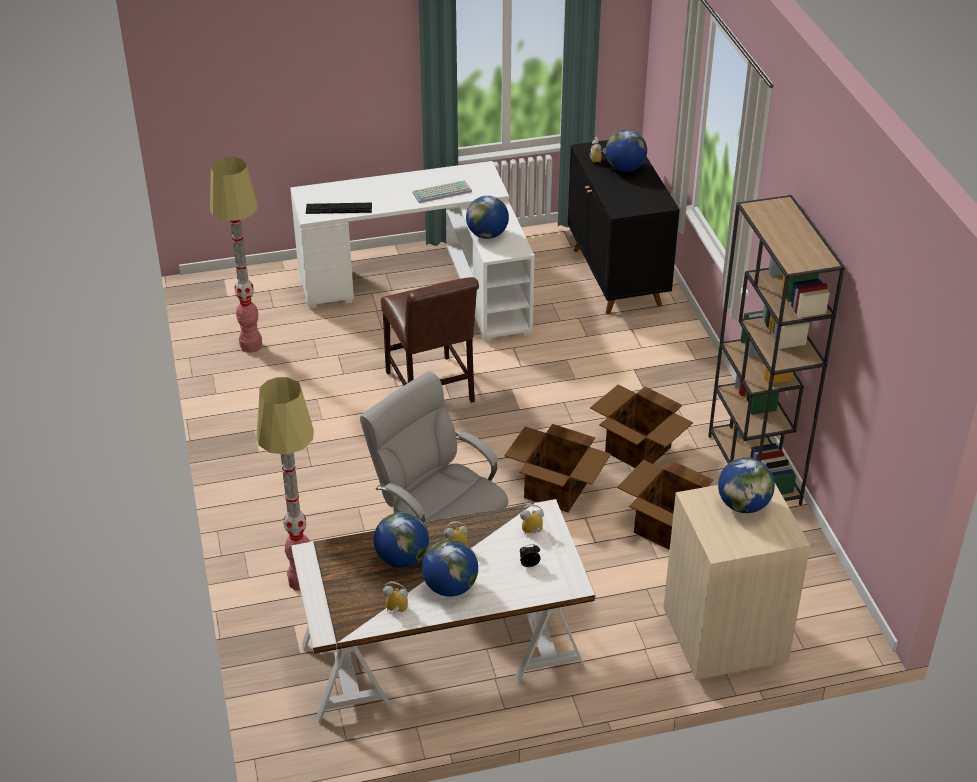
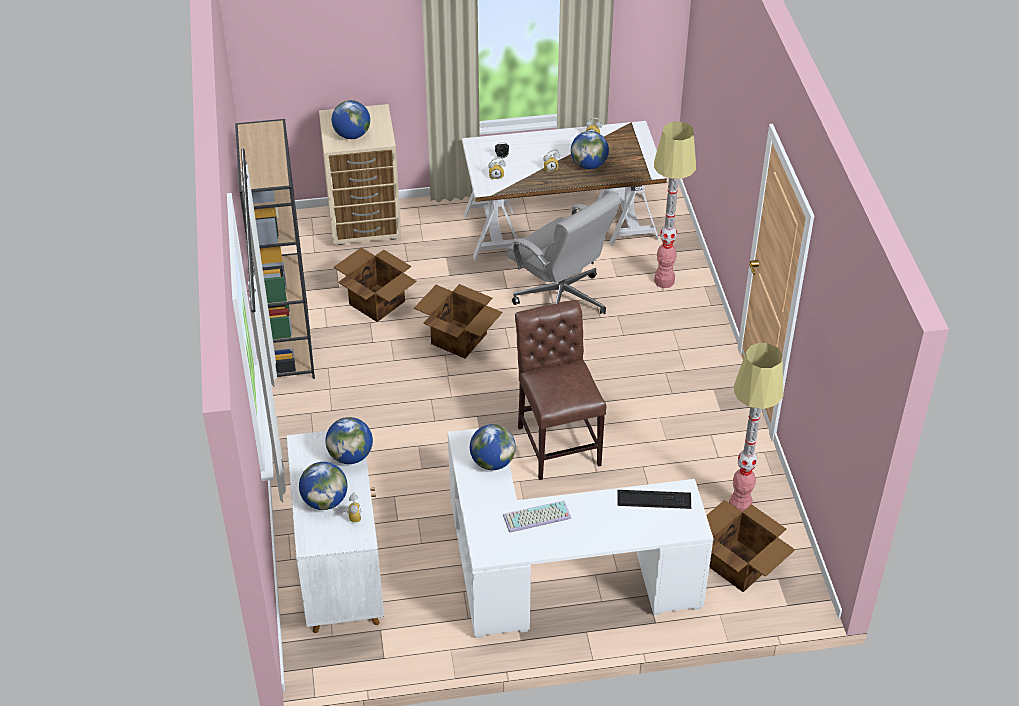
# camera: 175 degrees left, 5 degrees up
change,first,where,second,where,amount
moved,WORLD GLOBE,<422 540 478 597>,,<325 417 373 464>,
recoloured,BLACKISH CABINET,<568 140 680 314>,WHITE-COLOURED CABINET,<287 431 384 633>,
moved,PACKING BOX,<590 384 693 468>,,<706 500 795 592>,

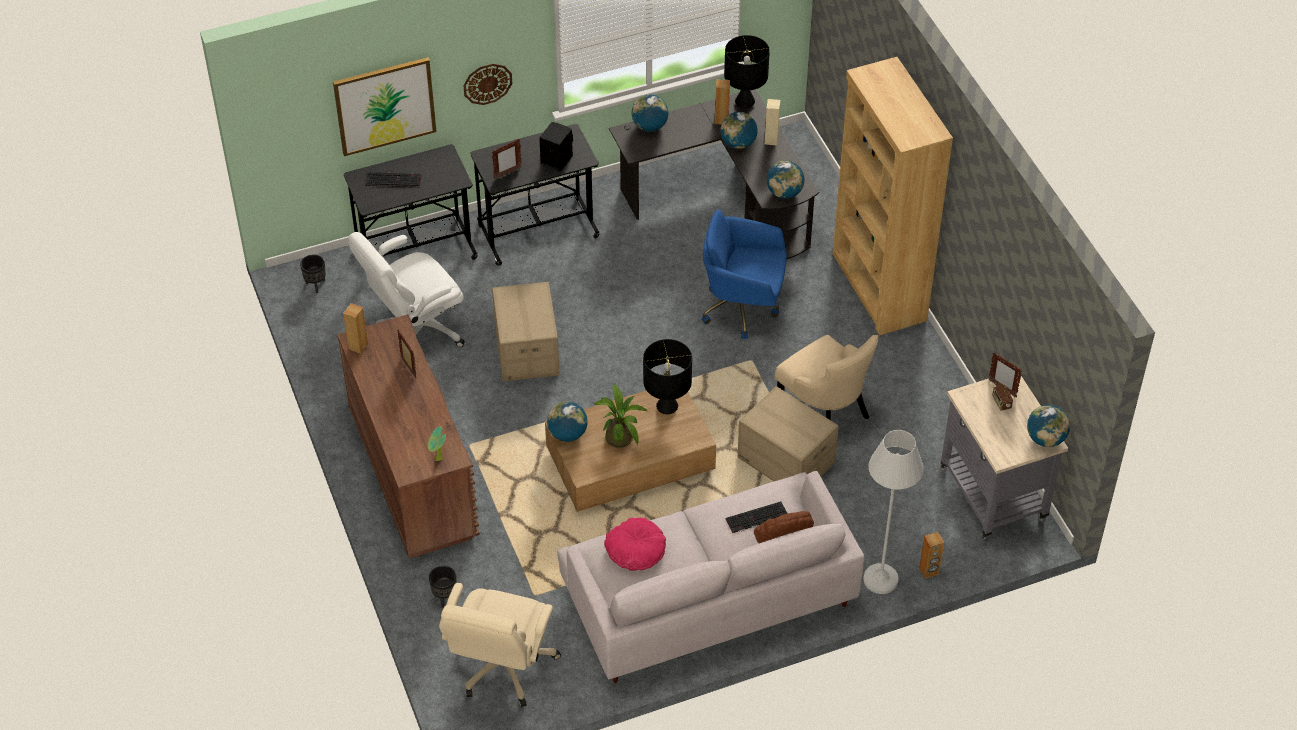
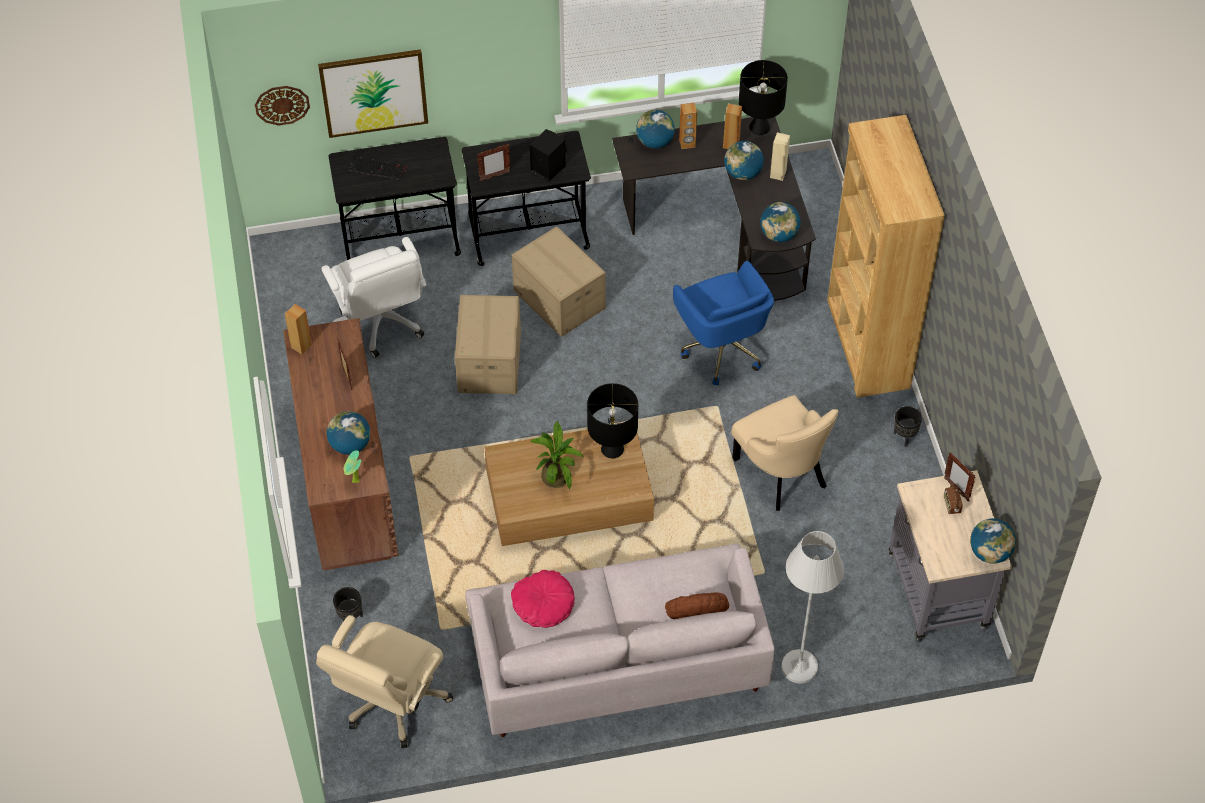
# camera: 10 degrees right, 5 degrees up
change,first,where,second,where,amount
moved,BLACKISH FLOWER POT,<300 255 326 293>,,<894 406 922 446>,
turned,WHITE-COLOURED COMPUTER CHAIR,<348 232 464 347>,,<322 237 426 358>,90 degrees counterclockwise
moved,CLOCK ON THE WALL,<463 64 512 105>,,<255 86 310 126>,
moved,WORLD GLOBE,<547 401 588 442>,,<327 411 370 455>,
turned,BLUE-COLOURED COMPUTER CHAIR,<702 210 787 339>,,<673 261 774 386>,135 degrees counterclockwise
removed,COMPUTER KEYBOARD,<725 501 788 533>,,,
moved,PACKING BOX,<738 386 839 481>,,<512 226 606 337>,
moved,BROWN SPEAKER,<919 532 944 579>,,<679 103 697 149>,

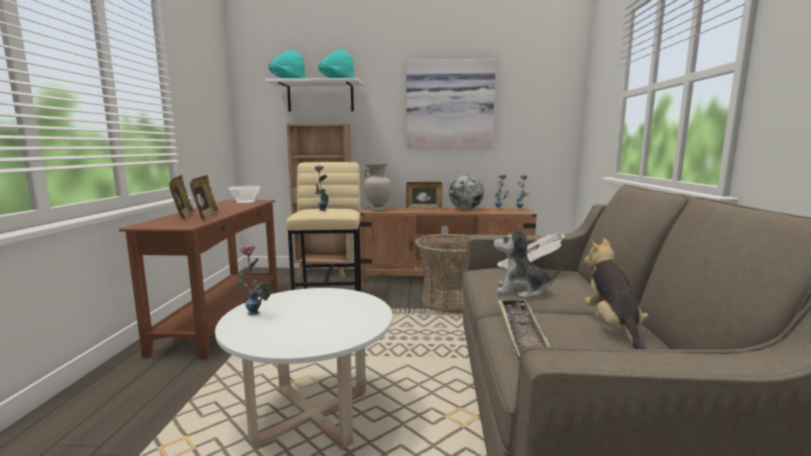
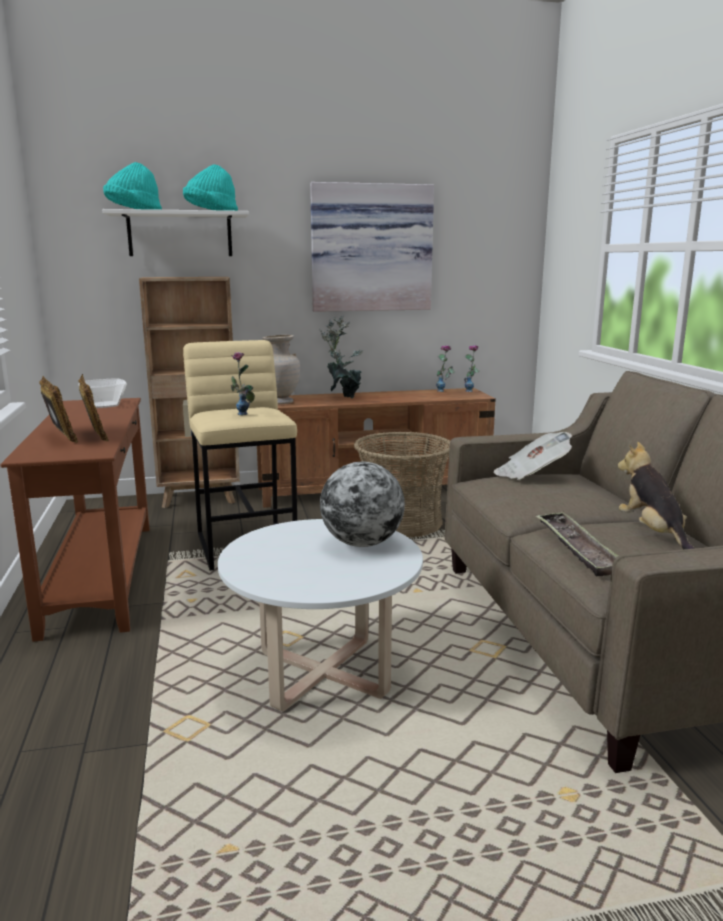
# camera: 15 degrees left, 5 degrees up
change,first,where,second,where,amount
removed,FLOWER VASE,<237 245 271 316>,,,
replaced,PICTURE FRAME,<406 182 442 210>,PLANT IN A POT,<319 315 364 398>,
moved,WORLD GLOBE,<449 175 484 210>,,<320 462 405 547>,
removed,PLUSH TOY,<494 225 561 298>,,,

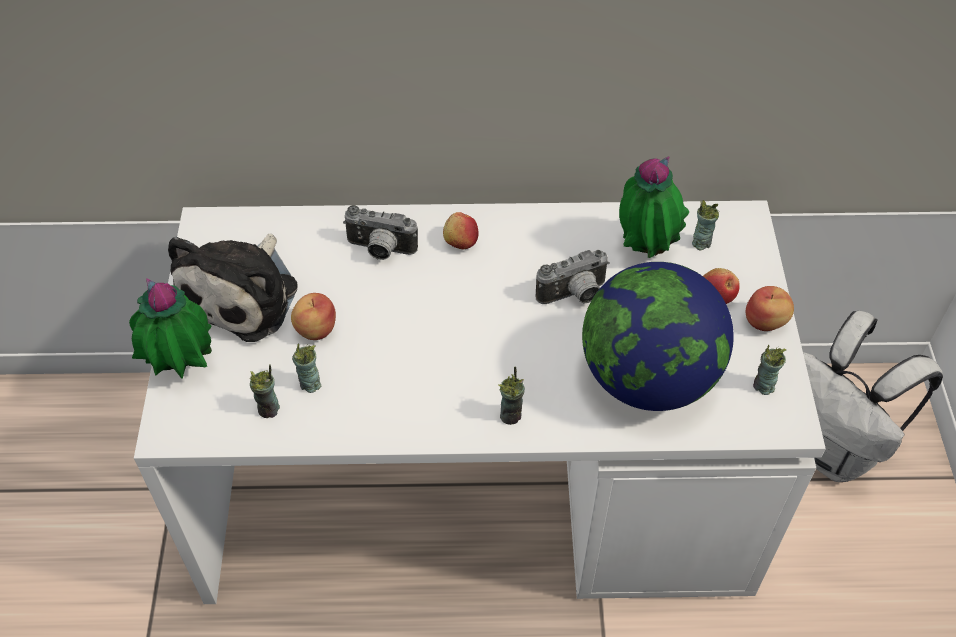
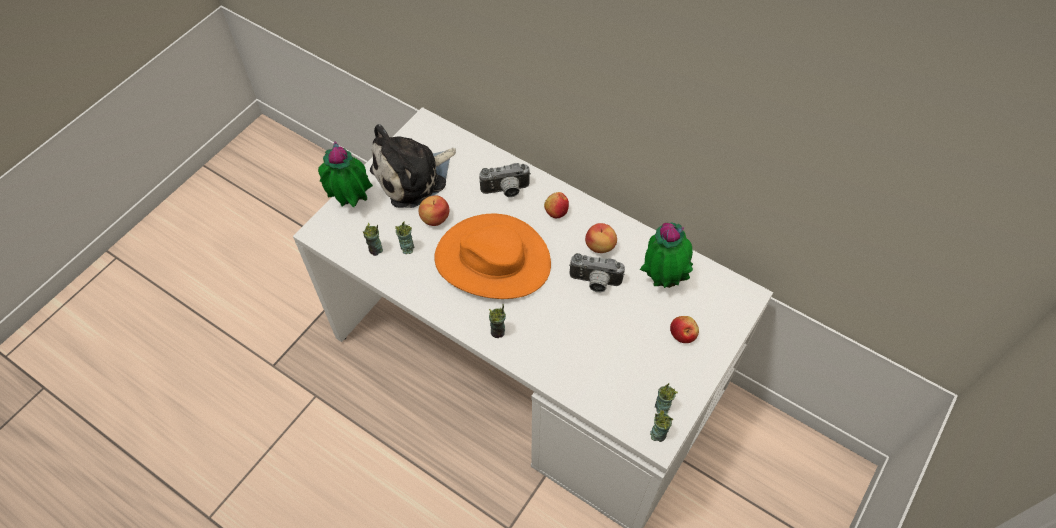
# camera: 35 degrees right, 5 degrees up
change,first,where,second,where,amount
turned,PHOTO CAMERA,<343 205 418 260>,,<479 163 531 198>,60 degrees counterclockwise
removed,WORLD GLOBE,<582 262 734 411>,,,
moved,CUP,<692 200 719 250>,,<650 410 673 442>,
moved,WHOLE APPLE,<746 286 794 331>,,<585 223 617 253>,
removed,WHITE-COLOURED BACKPACK,<803 311 943 482>,,,
added,,,ORANGE WEARABLE HAT,<434 214 551 299>,

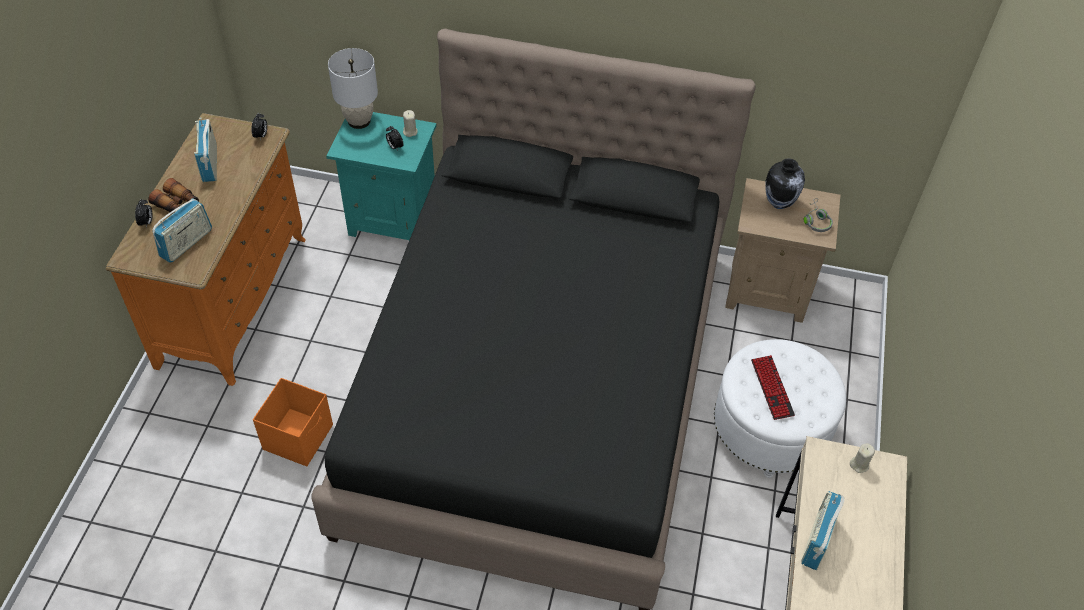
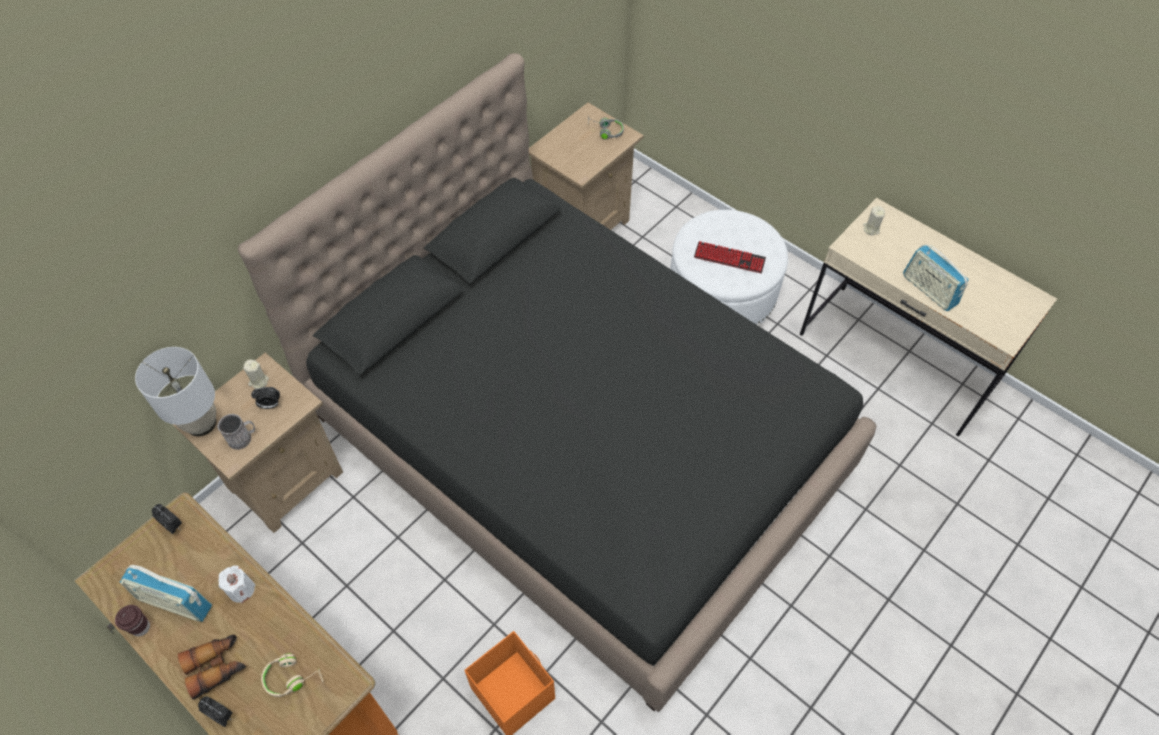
# camera: 60 degrees left, 5 degrees up
change,first,where,second,where,amount
replaced,RADIO,<152 198 212 263>,BEIGE HEADSET,<261 653 323 697>,
recoloured,BLUE-GREEN NIGHTSTAND,<326 112 437 240>,BEIGE NIGHTSTAND,<173 353 343 533>,
removed,FLOWER VASE,<766 158 805 209>,,,
added,,,BROWN CUP,<115 605 150 636>,
added,,,GREY COFFEE MUG,<217 414 255 450>,
added,,,WHITE-COLOURED WAX LIGHT,<218 565 255 603>,

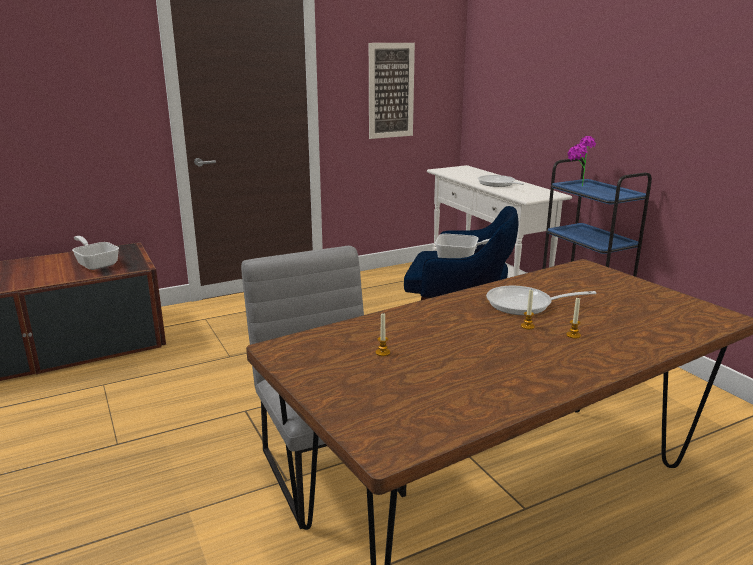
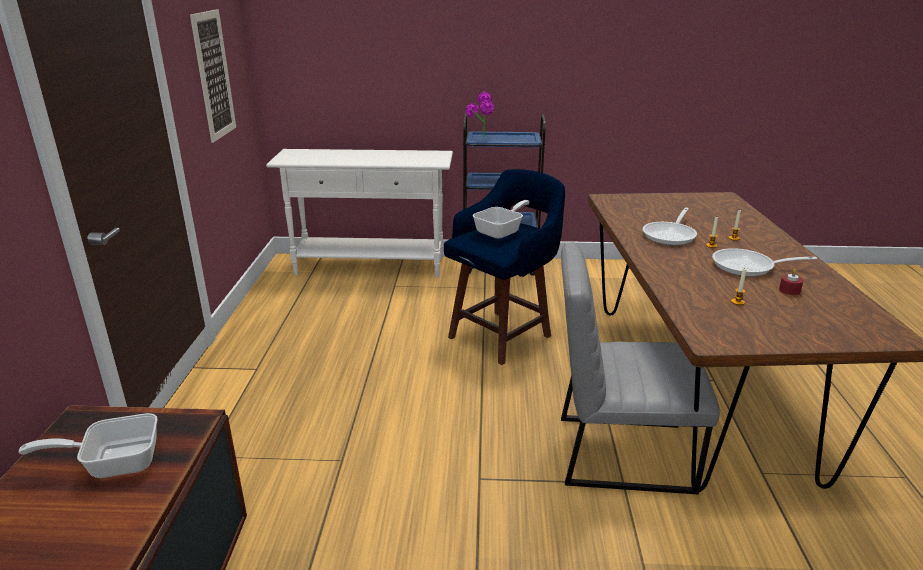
# camera: 60 degrees left, 5 degrees up
change,first,where,second,where,amount
moved,PAN,<478 175 524 187>,,<712 248 817 277>,
added,,,RED-COLOURED WAX LIGHT,<779 269 803 295>,

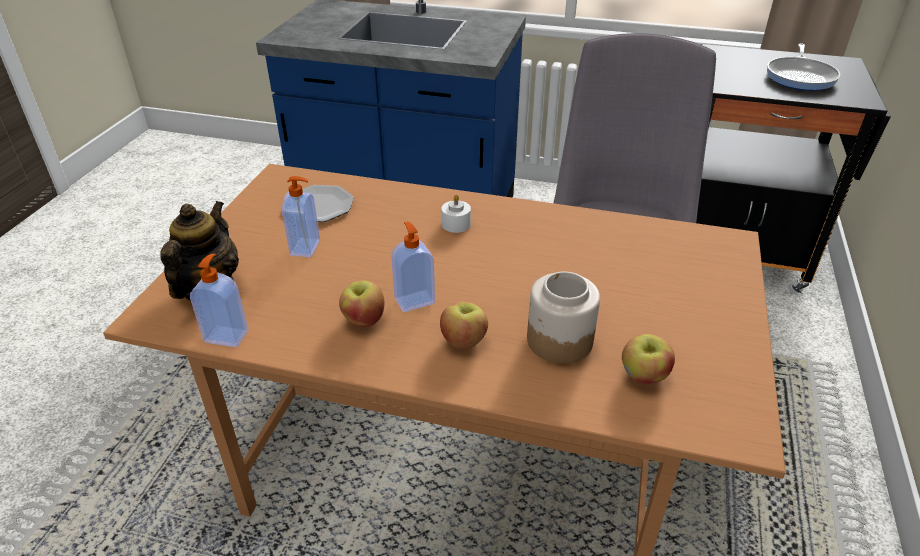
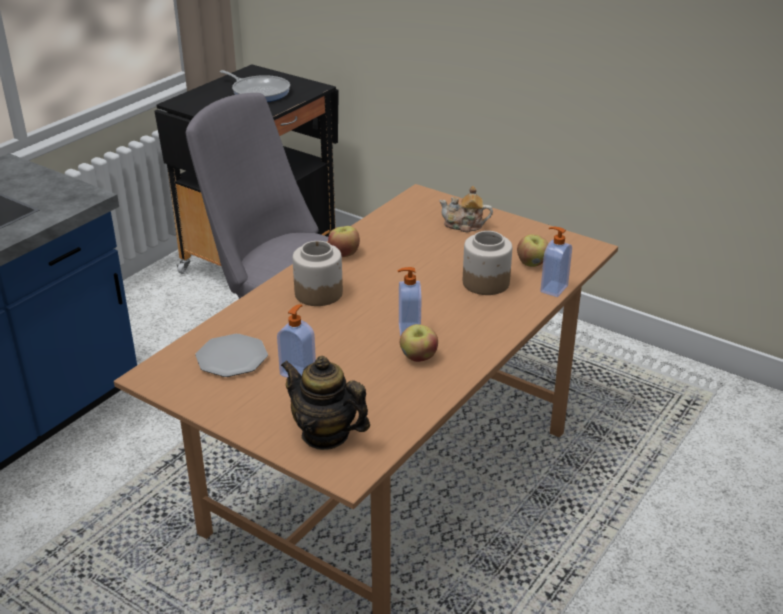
# camera: 70 degrees left, 5 degrees down
change,first,where,second,where,amount
moved,SOAP DISPENSER,<190 254 248 347>,,<540 227 572 297>,
moved,WHOLE APPLE,<440 302 488 349>,,<328 226 360 257>,
replaced,WHITE-COLOURED WAX LIGHT,<442 194 471 233>,JAR,<293 241 343 306>,
added,,,TEA POT,<439 186 493 232>,

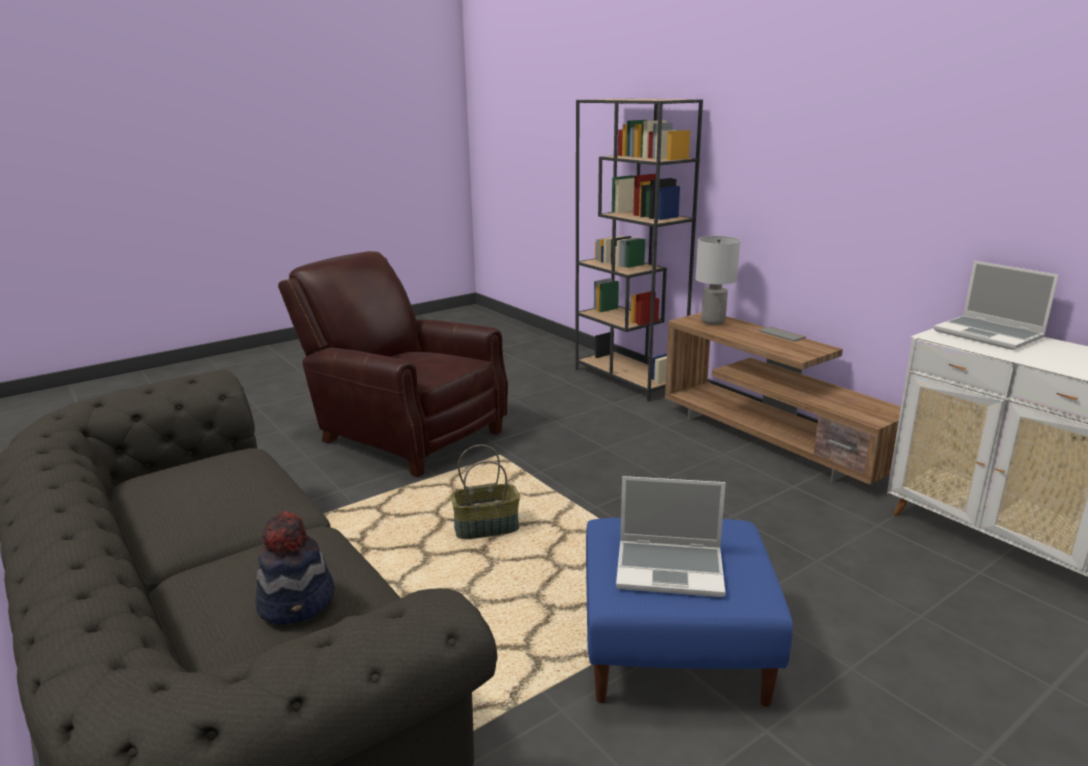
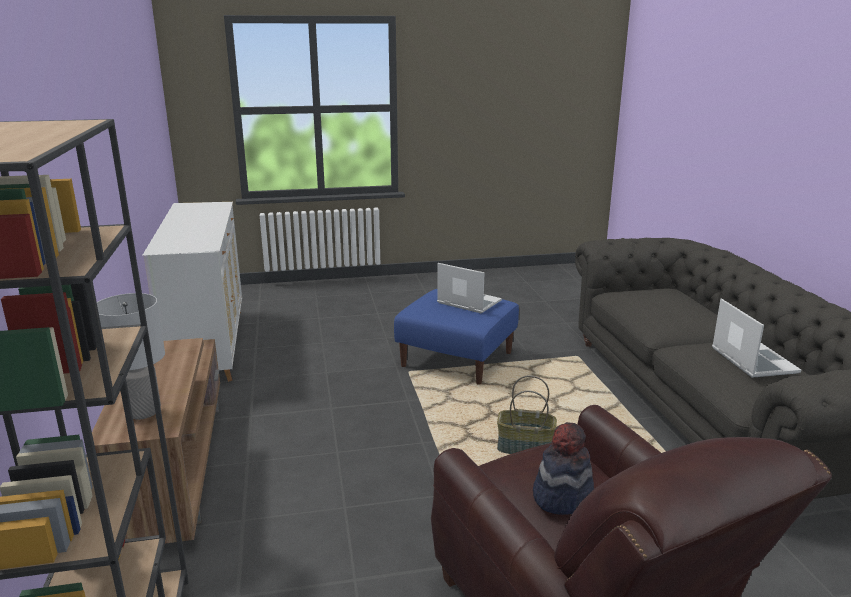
# camera: 155 degrees left, 0 degrees up
change,first,where,second,where,amount
moved,WEARABLE HAT,<256 511 334 625>,,<533 422 594 515>,
moved,NOTEBOOK COMPUTER,<933 261 1059 350>,,<712 298 801 378>,

